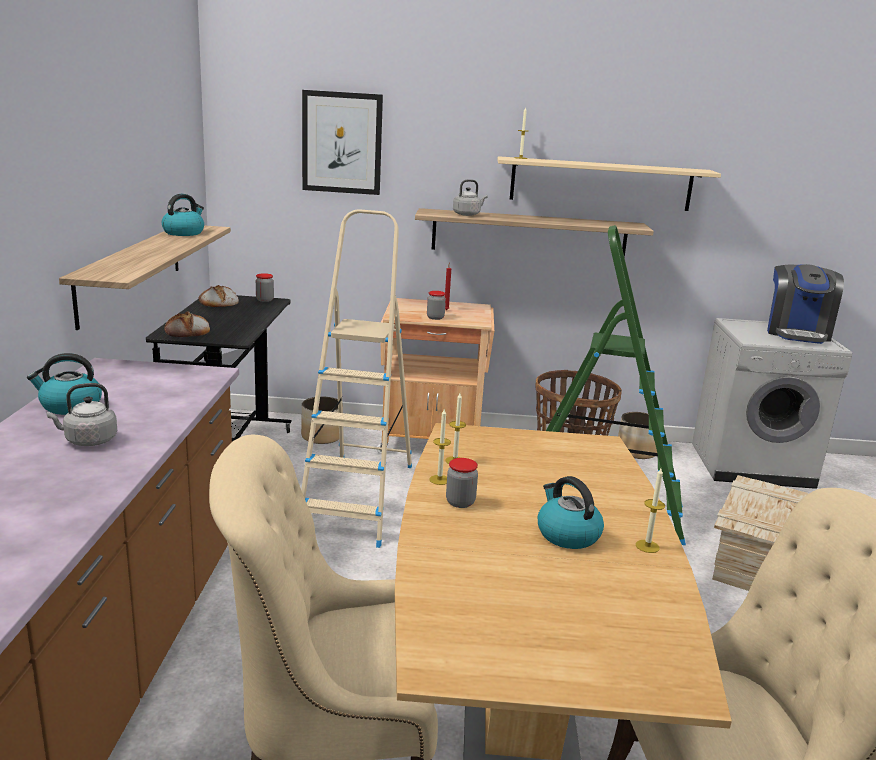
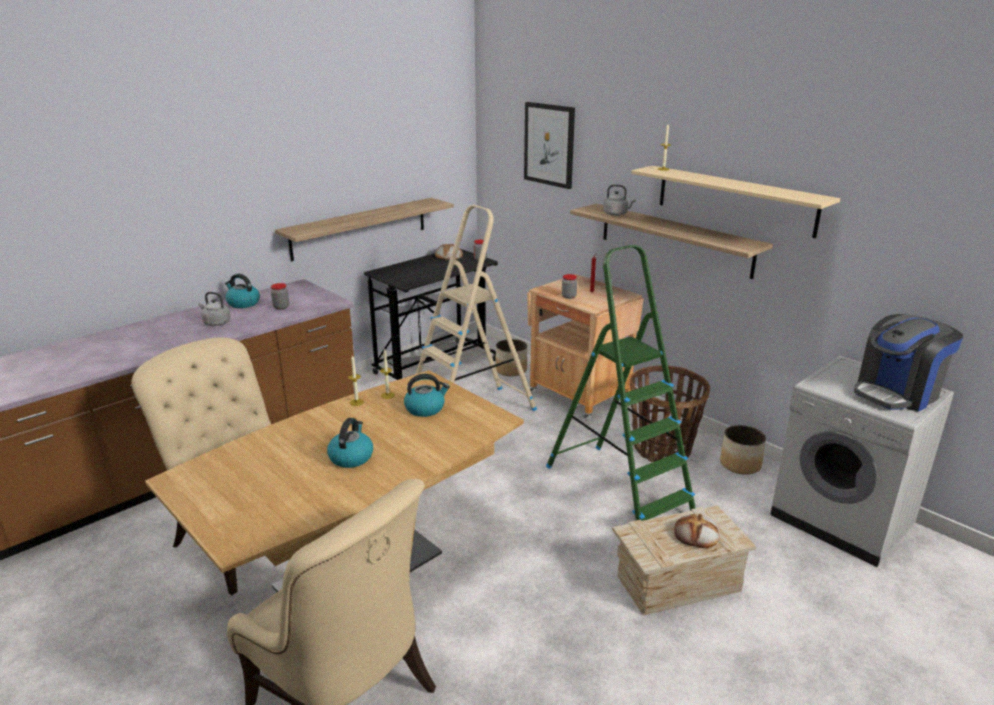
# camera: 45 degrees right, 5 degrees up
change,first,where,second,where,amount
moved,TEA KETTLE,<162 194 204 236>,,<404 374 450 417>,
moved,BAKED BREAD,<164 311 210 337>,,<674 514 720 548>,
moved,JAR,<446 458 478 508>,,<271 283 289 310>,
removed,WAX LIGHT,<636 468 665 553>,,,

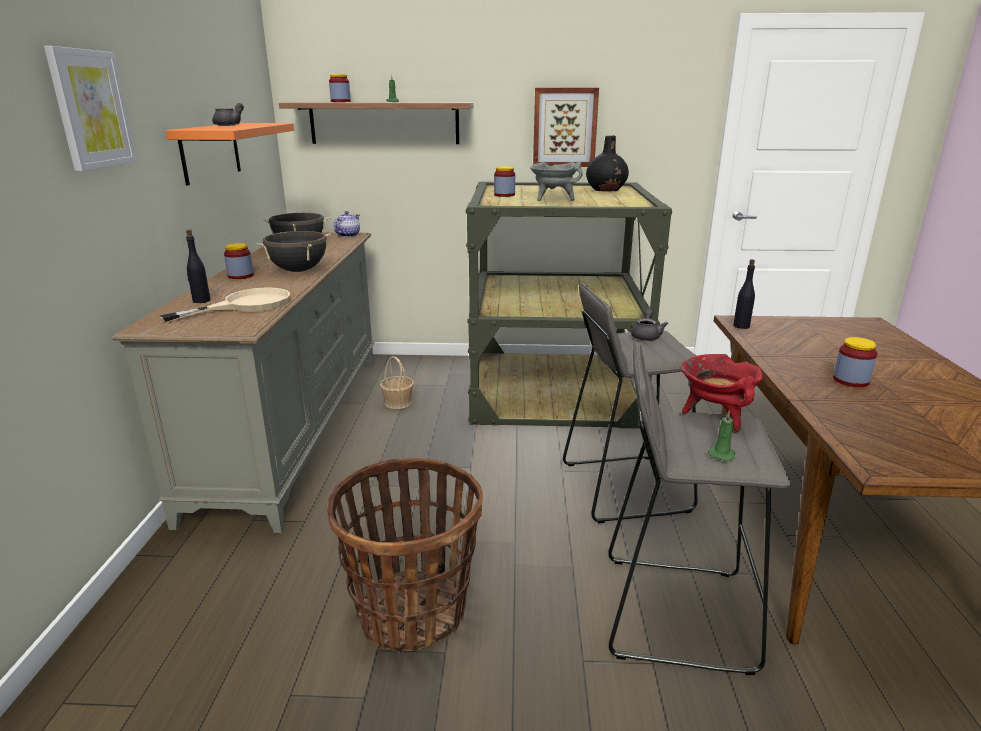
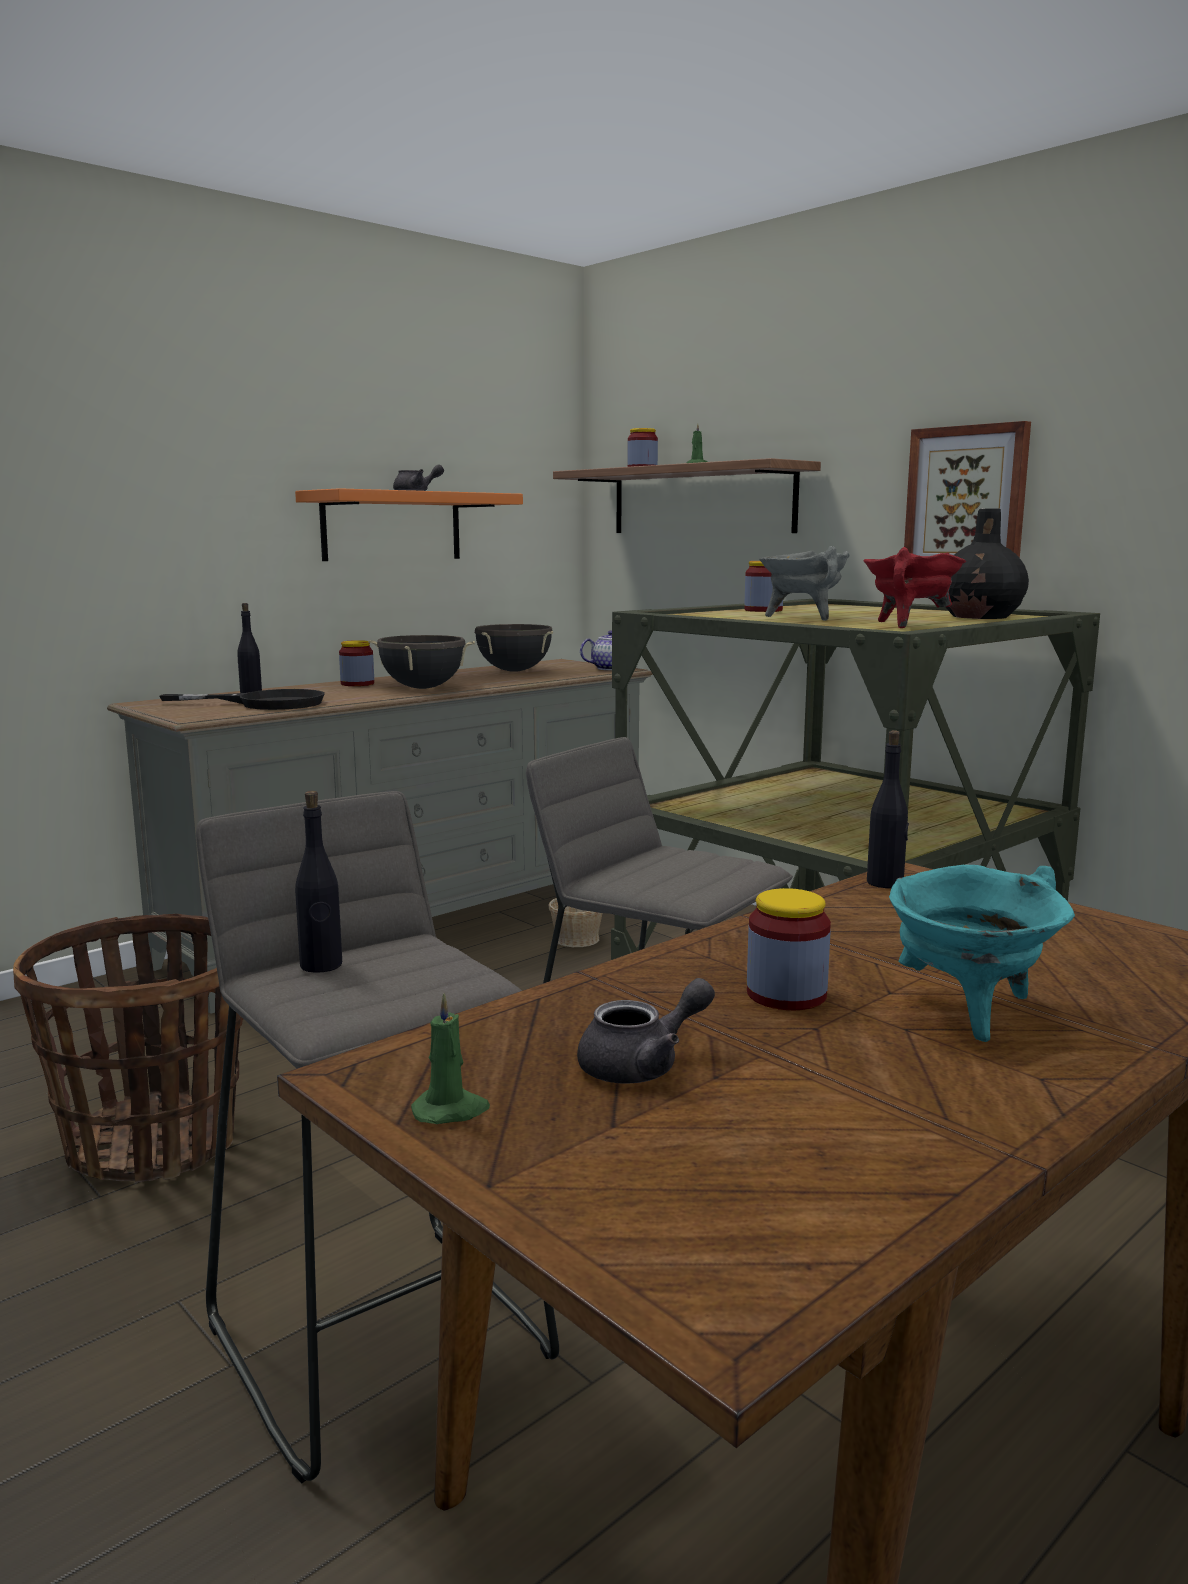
# camera: 45 degrees right, 10 degrees down
change,first,where,second,where,amount
removed,PICTURE,<44 46 137 171>,,,
recoloured,BEIGE PAN,<160 288 290 322>,BLACKISH PAN,<159 689 325 710>,
moved,GREY TEA POT,<631 309 668 341>,,<577 978 715 1084>,
moved,RED-COLOURED STOCKPOT,<681 354 762 432>,,<864 547 966 628>,
moved,GREEN-COLOURED WAX LIGHT,<708 411 735 461>,,<411 993 490 1124>,
added,,,BLACKISH DRINK BOTTLE,<295 791 342 973>,
added,,,BLUE-GREEN STOCKPOT,<889 865 1075 1042>,

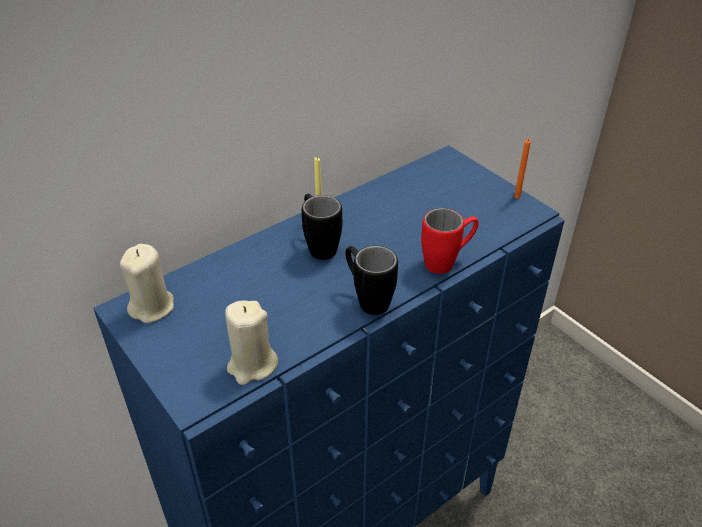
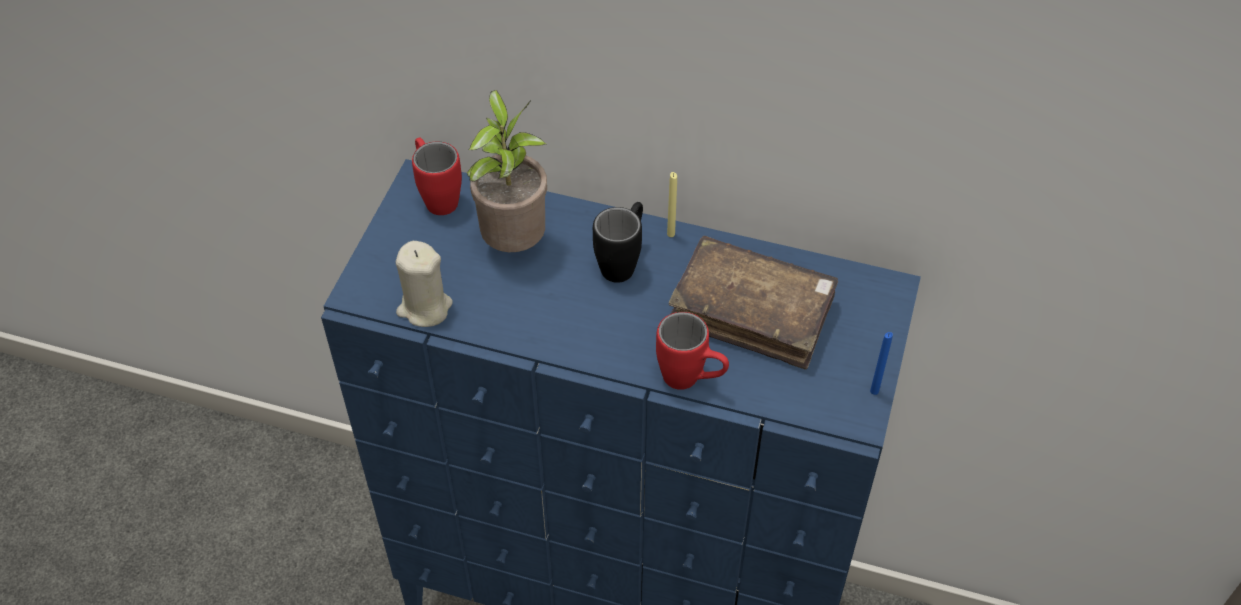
# camera: 55 degrees right, 10 degrees up
change,first,where,second,where,amount
replaced,BEIGE WAX LIGHT,<120 244 174 323>,RED-COLOURED COFFEE MUG,<412 138 462 215>,
removed,BLACKISH COFFEE MUG,<346 246 398 315>,,,
recoloured,ORANGE WAX LIGHT,<514 139 531 199>,BLUE-COLOURED WAX LIGHT,<870 332 893 395>,
added,,,PLANT IN A POT,<467 90 547 252>,
added,,,BROWN VOLUME,<669 236 838 369>,

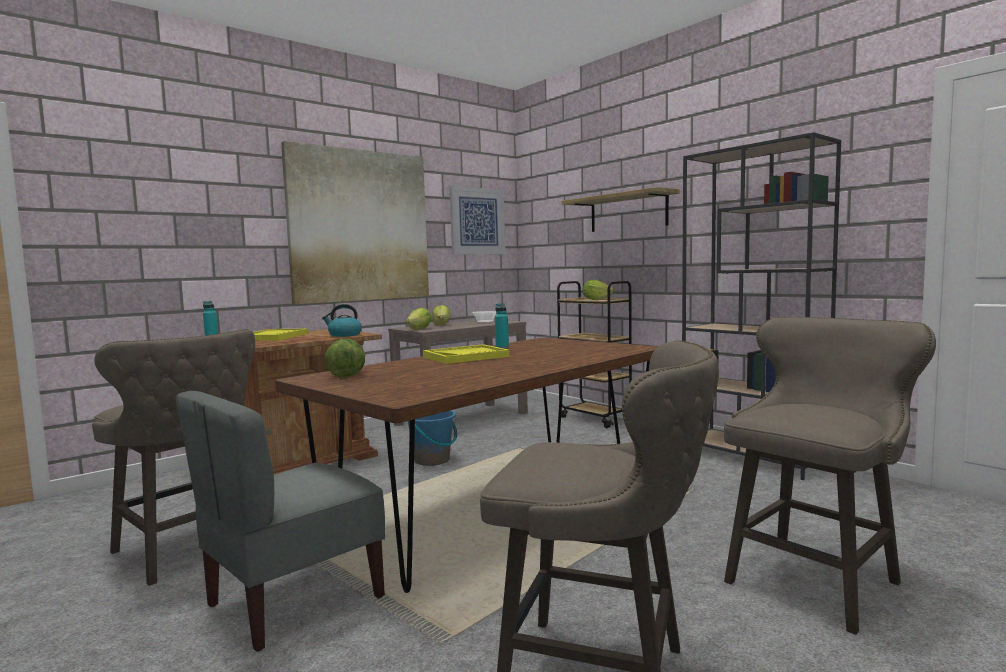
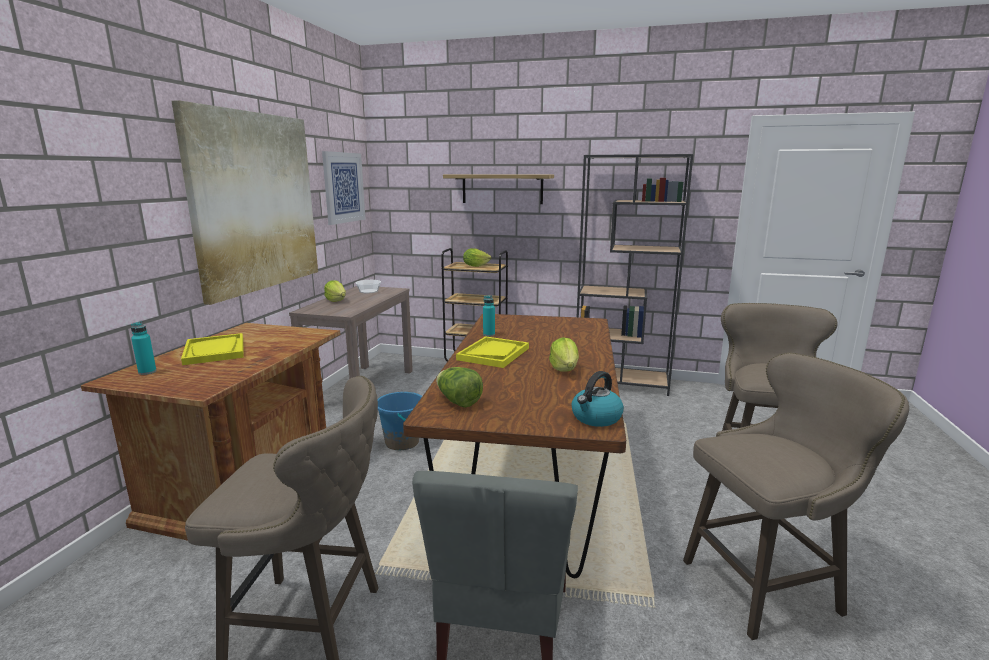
# camera: 35 degrees left, 10 degrees up
change,first,where,second,where,amount
moved,TEA KETTLE,<322 304 362 337>,,<572 371 624 427>,
moved,LETTUCE,<406 308 432 329>,,<549 337 579 372>,

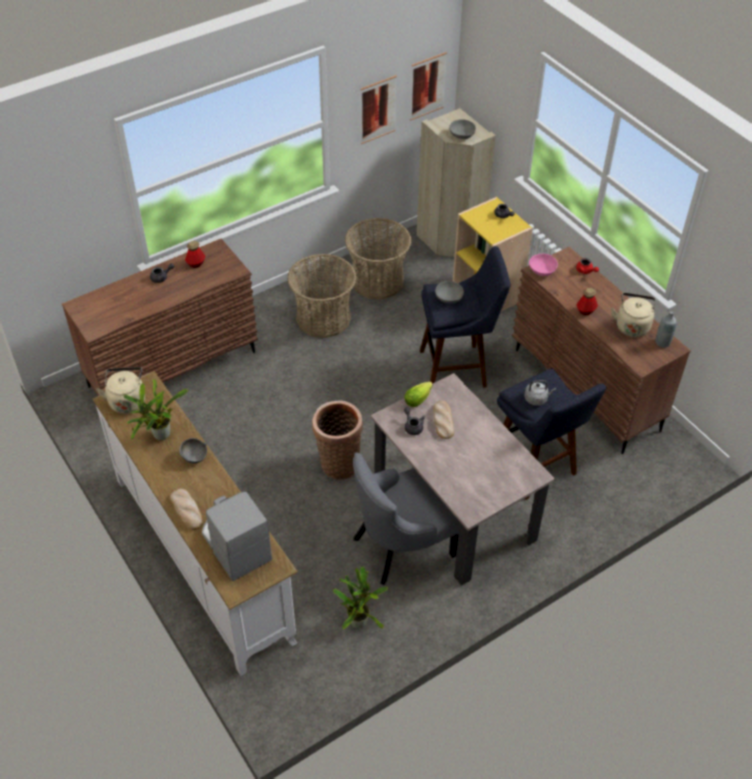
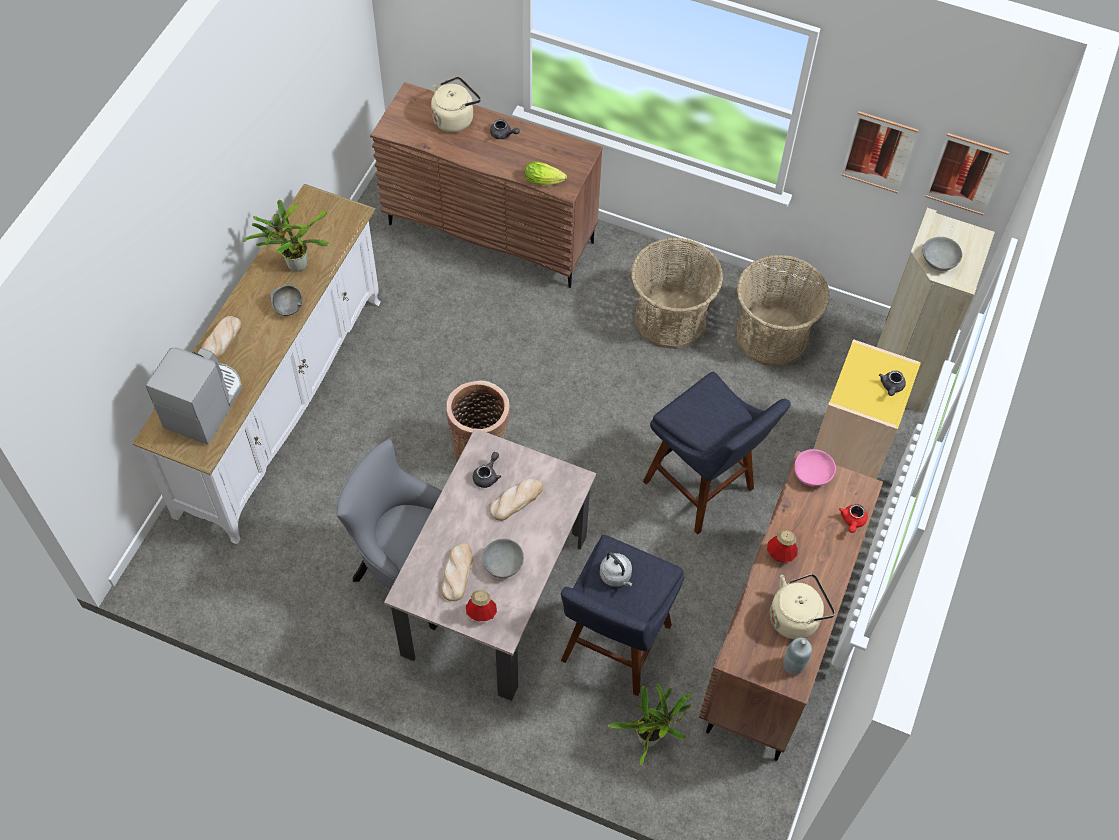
# camera: 55 degrees right, 10 degrees up
change,first,where,second,where,amount
moved,BEIGE TEA KETTLE,<96 367 145 414>,,<431 76 481 132>,
moved,DRINK BOTTLE,<185 241 206 268>,,<466 590 497 621>,
moved,PLANT IN A POT,<333 566 388 630>,,<608 683 692 765>,
moved,LETTUCE,<404 381 433 407>,,<525 161 567 185>,
moved,GREY DEEP DISH,<435 281 464 303>,,<482 539 524 578>,
added,,,BAKED BREAD,<441 543 472 601>,

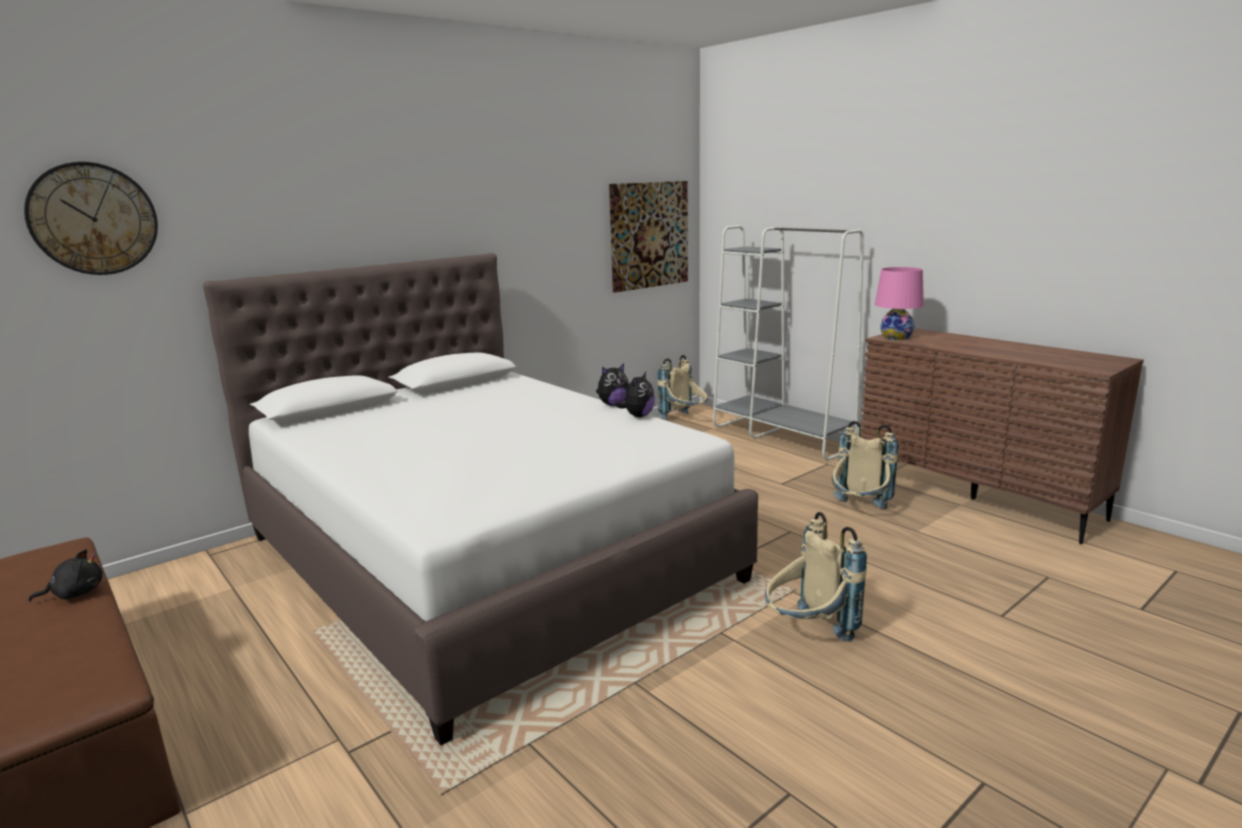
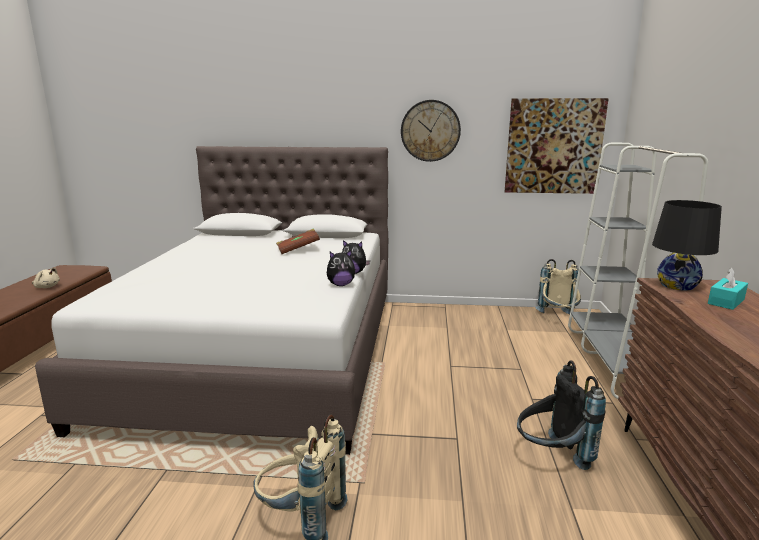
# camera: 45 degrees right, 0 degrees up
change,first,where,second,where,amount
moved,CLOCK ON THE WALL,<24 162 158 275>,,<401 100 461 162>,
recoloured,BLACKISH PLUSH TOY,<28 549 103 602>,BEIGE PLUSH TOY,<32 267 60 288>,
recoloured,BEIGE BACKPACK,<832 421 899 509>,BLACKISH BACKPACK,<517 360 606 470>,
recoloured,PINKISH LAMP FOR A TABLE,<875 267 924 340>,BLACKISH LAMP FOR A TABLE,<652 200 722 291>,
added,,,BROWN VOLUME,<276 229 320 254>,
added,,,BLUE-GREEN TISSUE BOX,<708 267 748 310>,

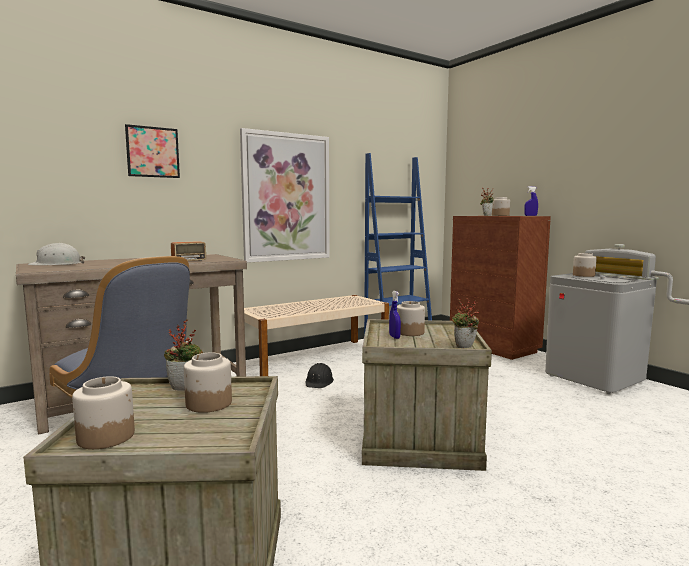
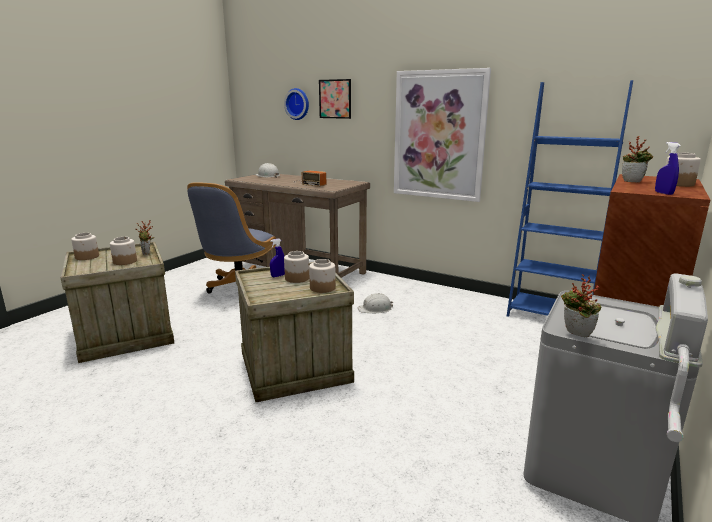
# camera: 65 degrees right, 10 degrees up
change,first,where,second,where,amount
removed,BEIGE INDOOR BENCH,<244 295 389 376>,,,
recoloured,BLACKISH HARD HAT,<306 363 334 388>,WHITE-COLOURED HARD HAT,<358 293 393 313>,
moved,PLANT IN A POT,<452 298 479 348>,,<561 274 602 337>,
moved,JAR,<573 253 597 277>,,<309 259 336 293>,
added,,,CLOCK ON THE WALL,<284 88 309 120>,

